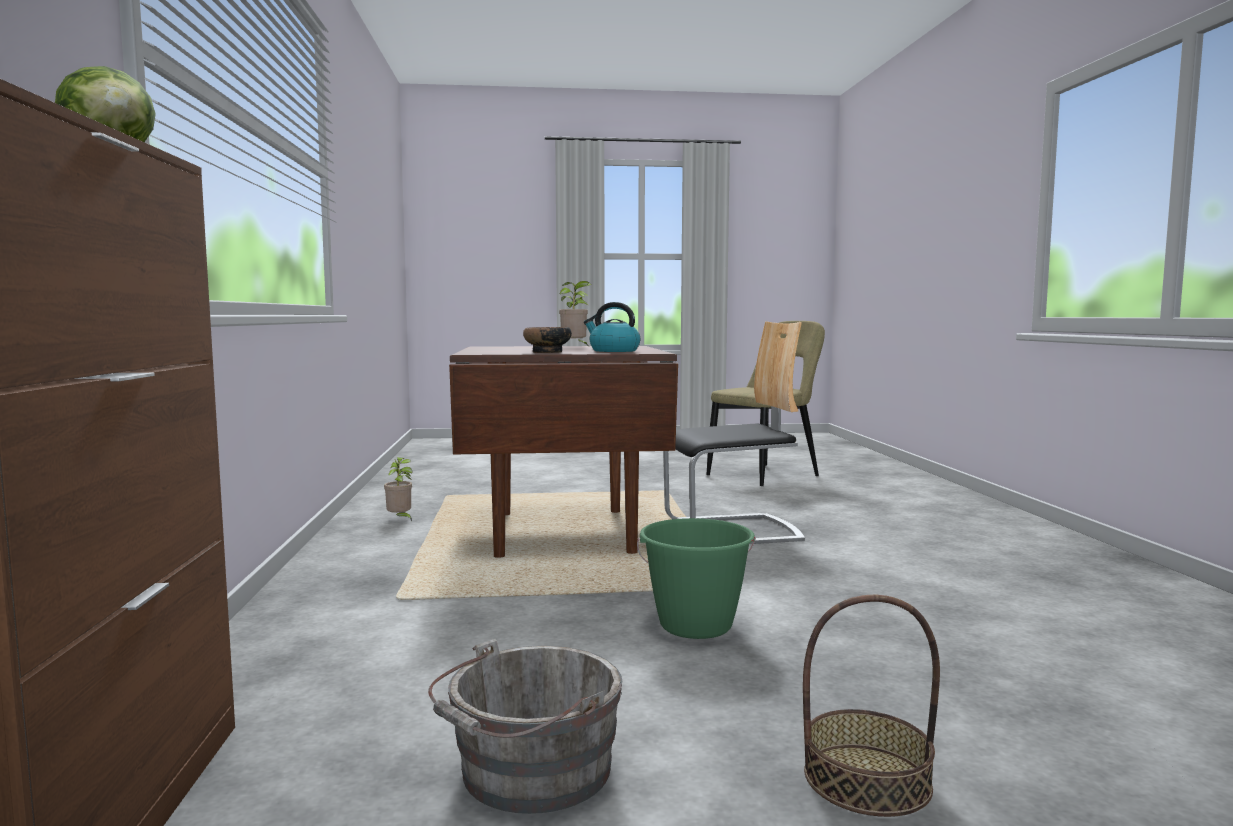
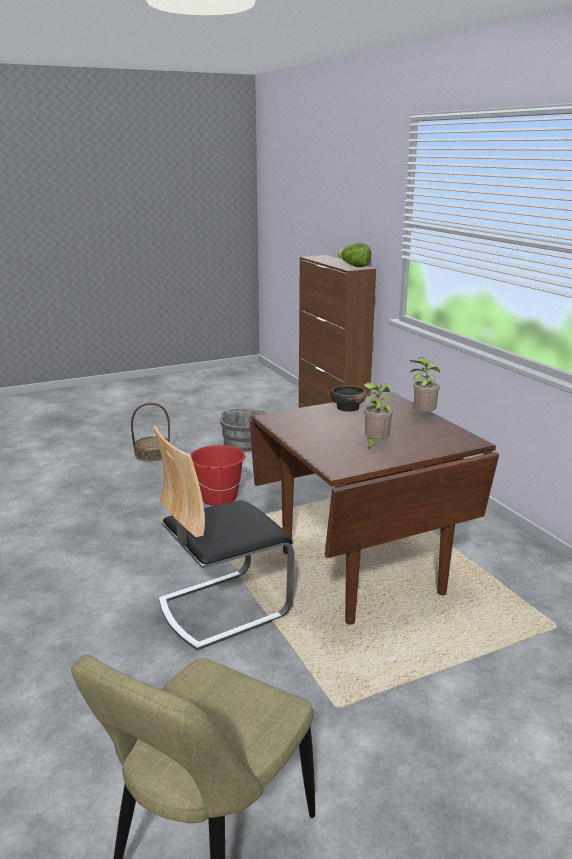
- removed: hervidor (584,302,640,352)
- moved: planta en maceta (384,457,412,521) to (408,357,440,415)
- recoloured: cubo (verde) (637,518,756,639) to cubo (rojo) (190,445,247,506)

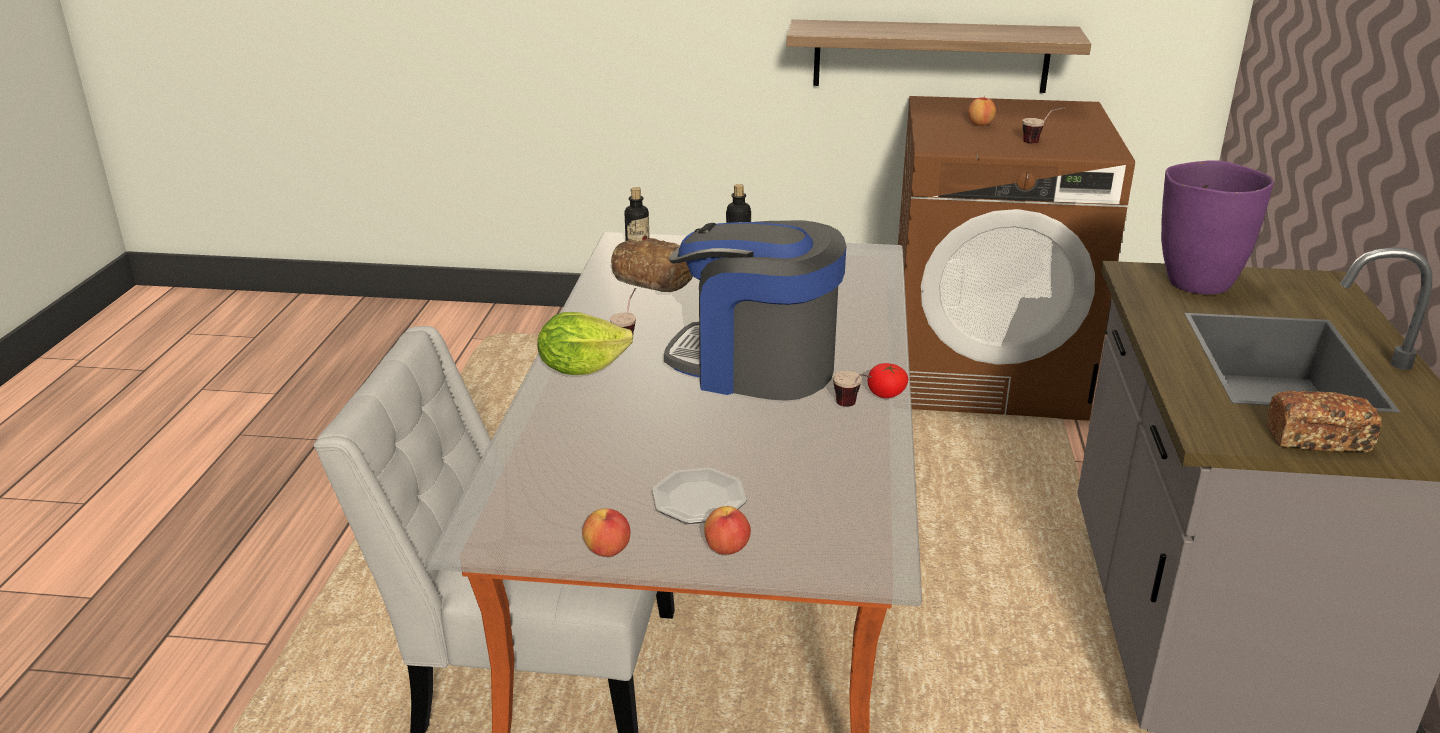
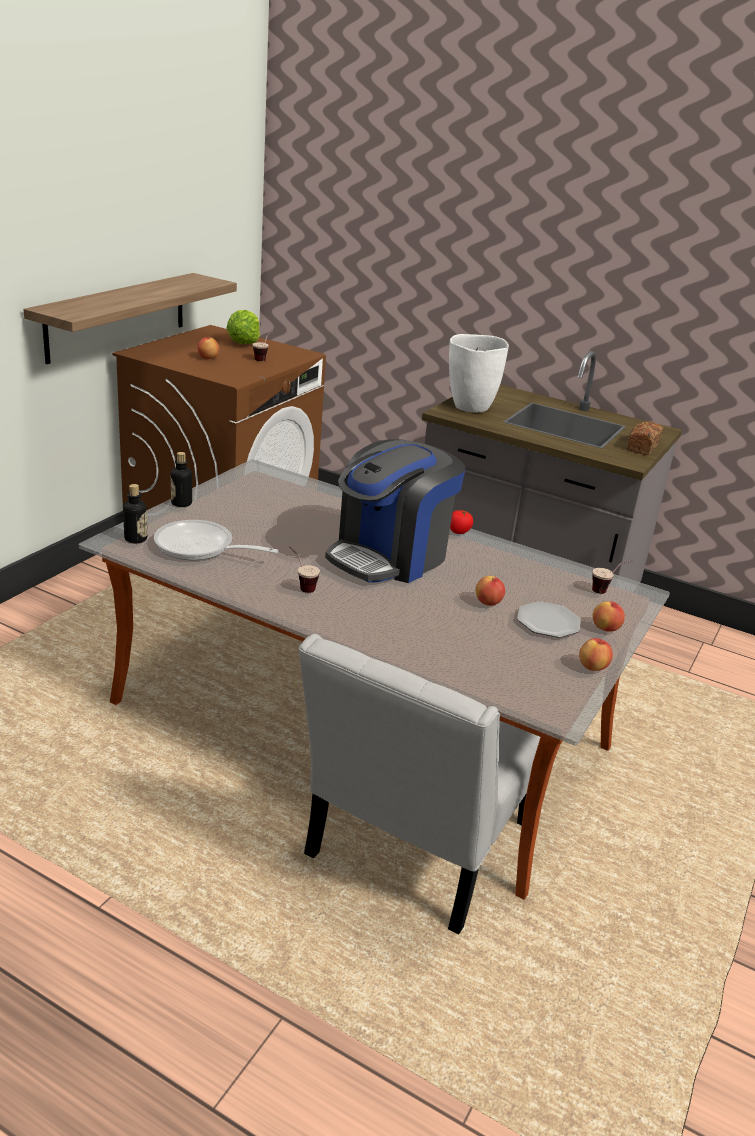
- added: manzana (476,576,505,606)
- moved: lechuga (537,312,633,375) to (226,310,260,344)
- moved: taza (833,371,872,407) to (592,560,633,594)
- replaced: pan (611,238,693,292) to sartén (154,520,278,560)
- recoloured: florero (morado) (1161,160,1274,295) to florero (blanco) (449,334,509,412)

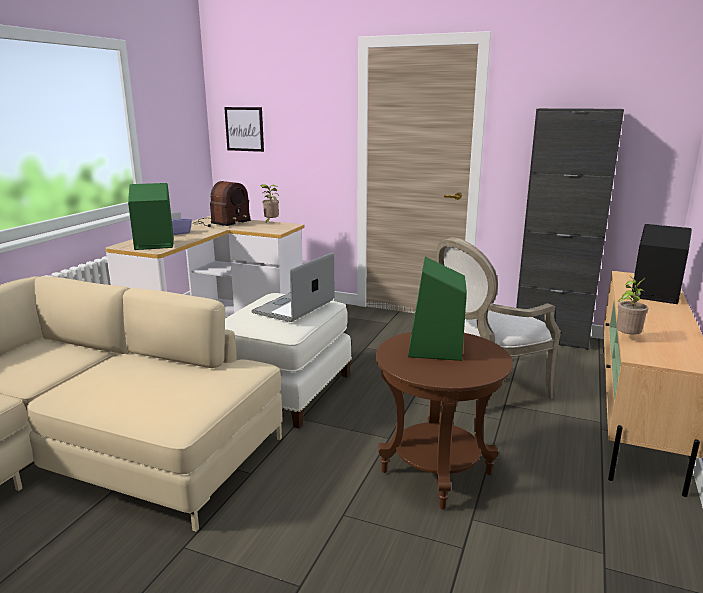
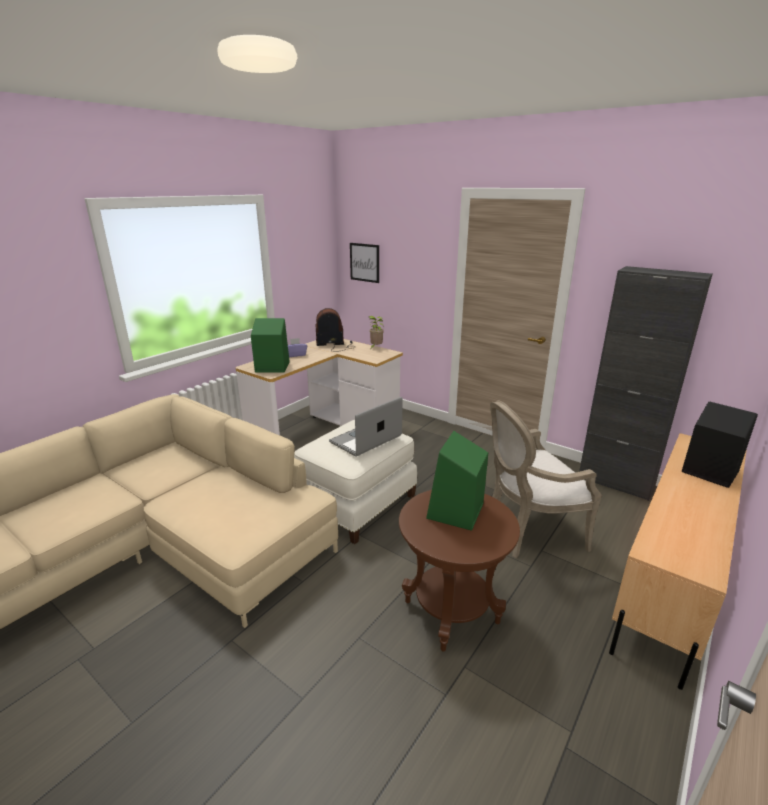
- removed: planta en maceta (616,276,648,334)
- turned: radio (192,181,251,227) = (315,308,355,352) 150 degrees counterclockwise

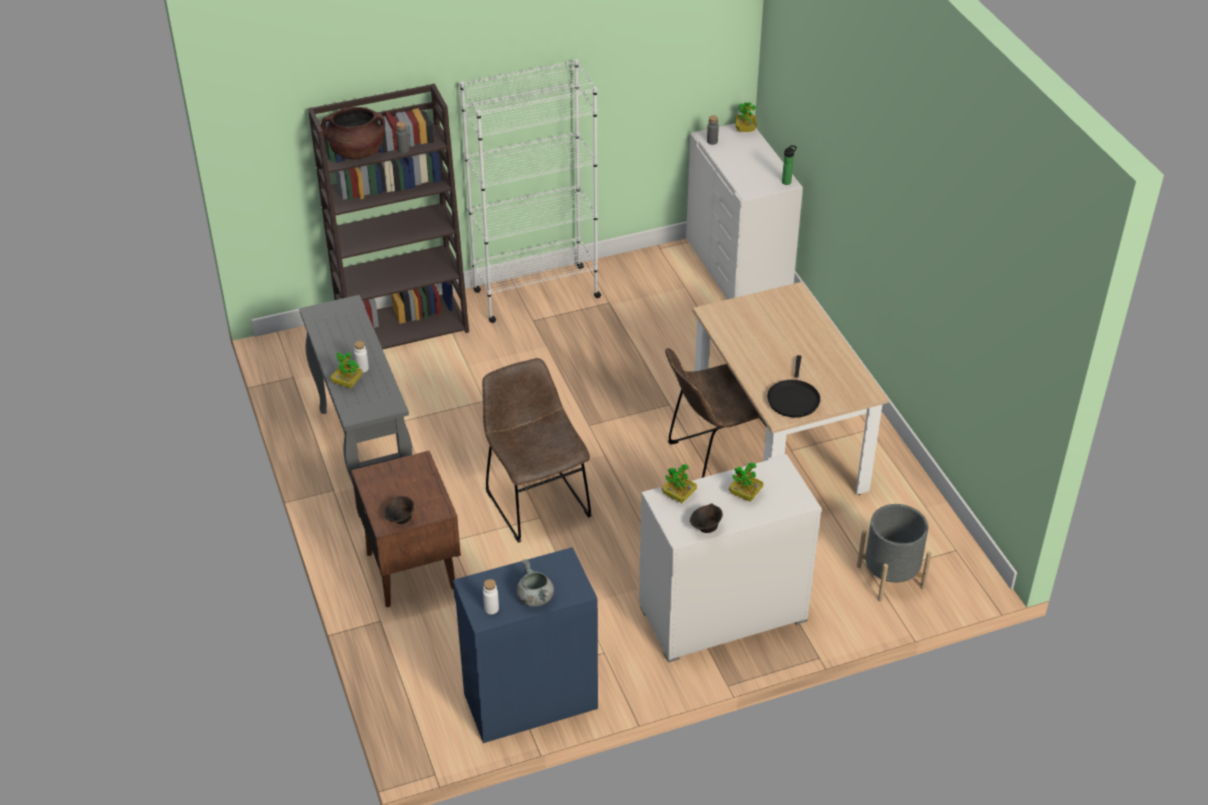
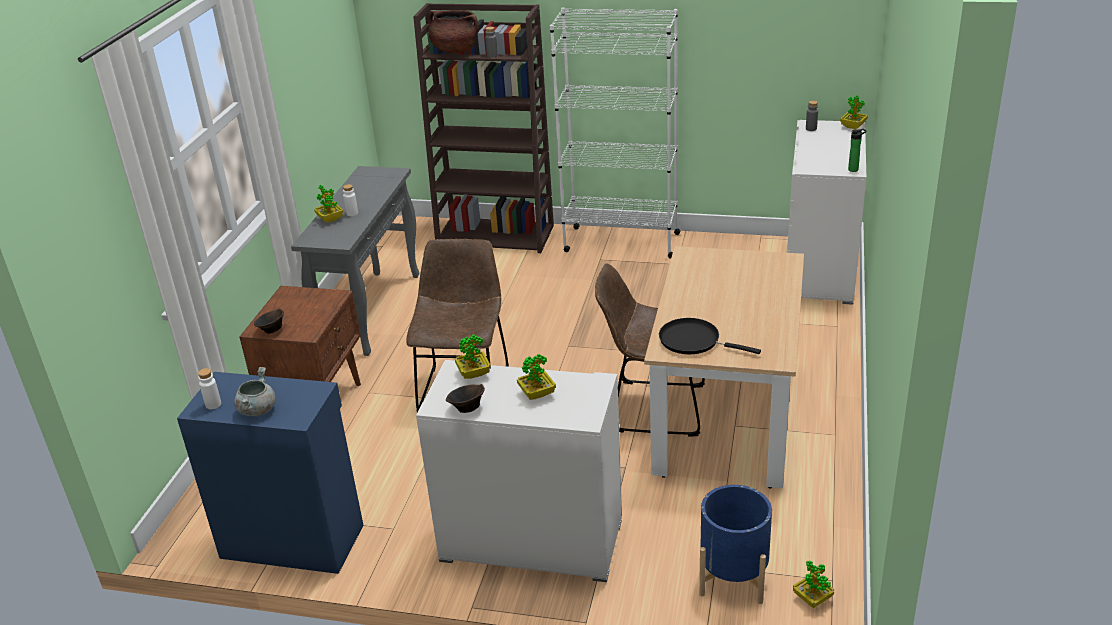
- added: planta en maceta (793,560,834,608)
- recoloured: maceta (gris) (857,504,932,602) to maceta (azul) (699,485,772,604)
- turned: sartén (negro) (767,355,820,418) = (659,318,761,354) 75 degrees clockwise

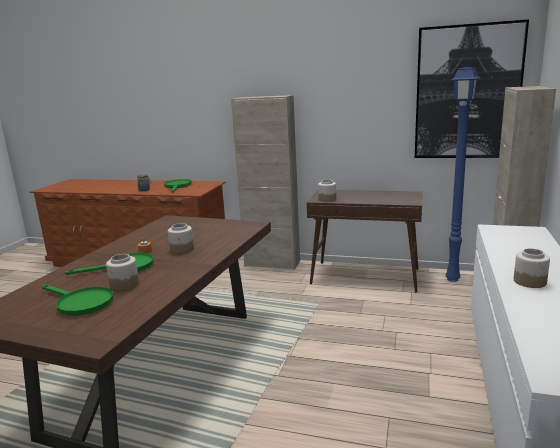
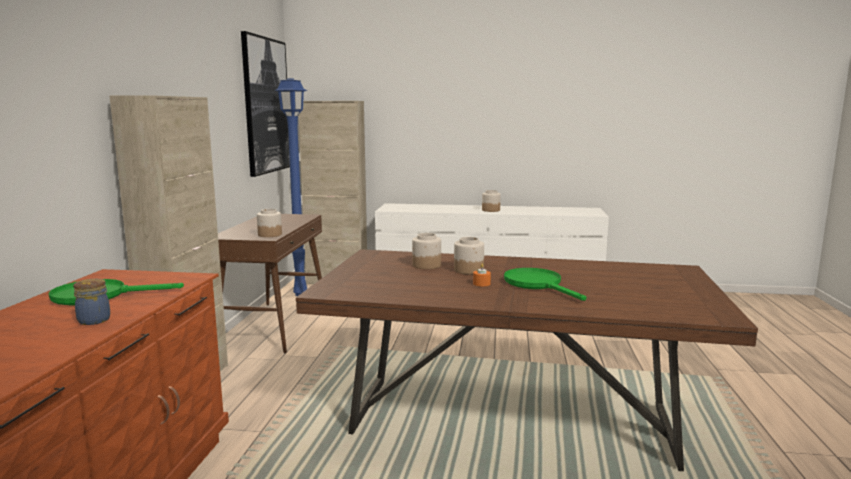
- removed: sartén (verde) (42,285,114,316)
- moved: tarro (106,254,139,291) to (412,233,441,269)

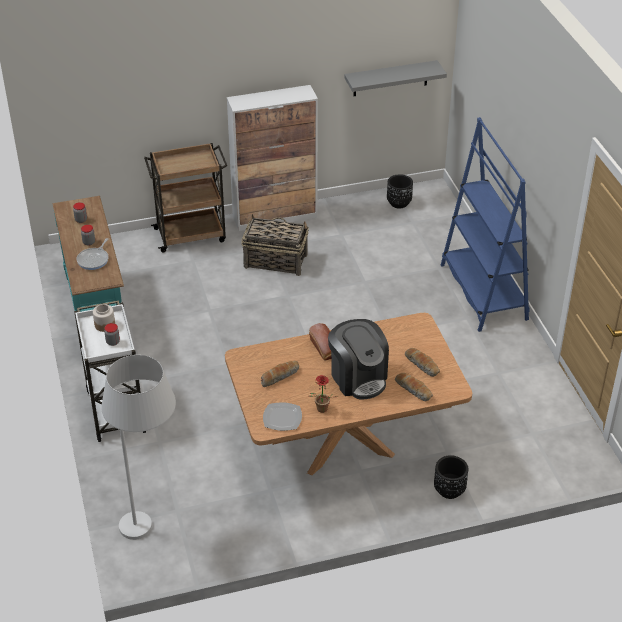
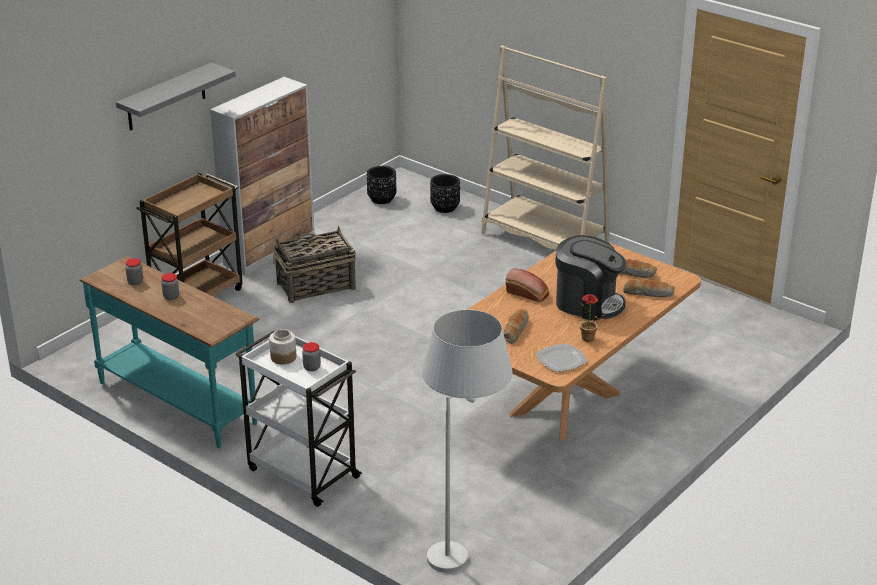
- removed: sartén (77,238,109,270)
- moved: estante (gris) (344,60,447,96) to (116,63,236,131)
- moved: maceta (negro) (434,455,468,499) to (430,174,460,213)
- recoloured: estantería (azul) (441,117,530,332) to estantería (beis) (481,45,610,250)

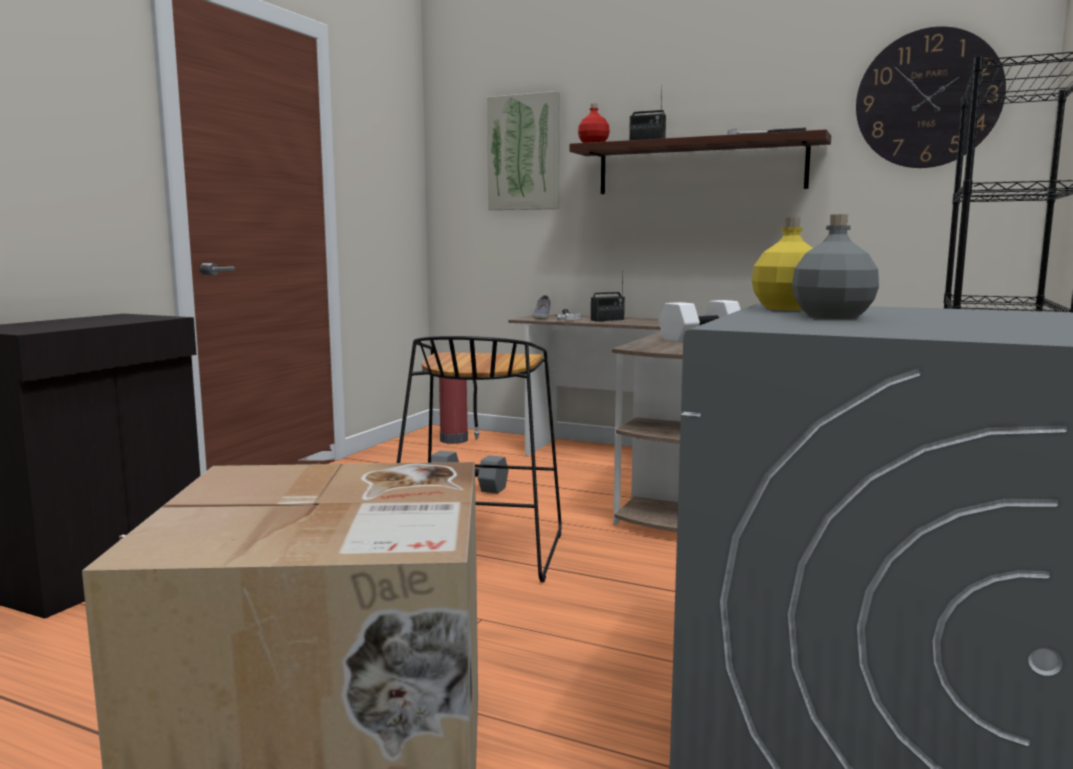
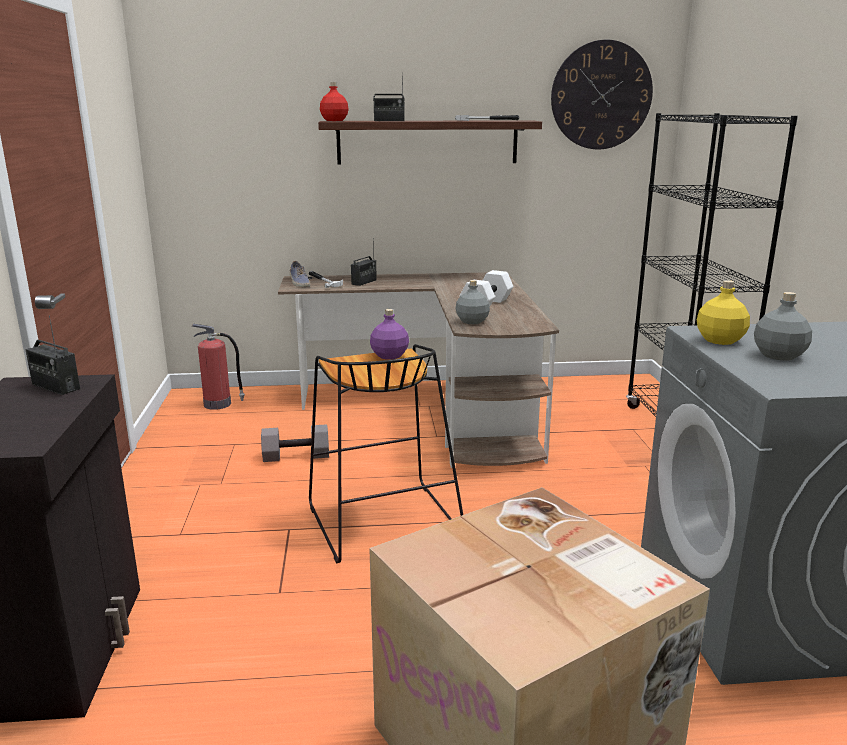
- removed: cuadro (487,91,560,210)
- added: radio (26,315,80,395)
- added: botella (morado) (370,309,409,360)
- added: botella (gris) (455,280,490,324)

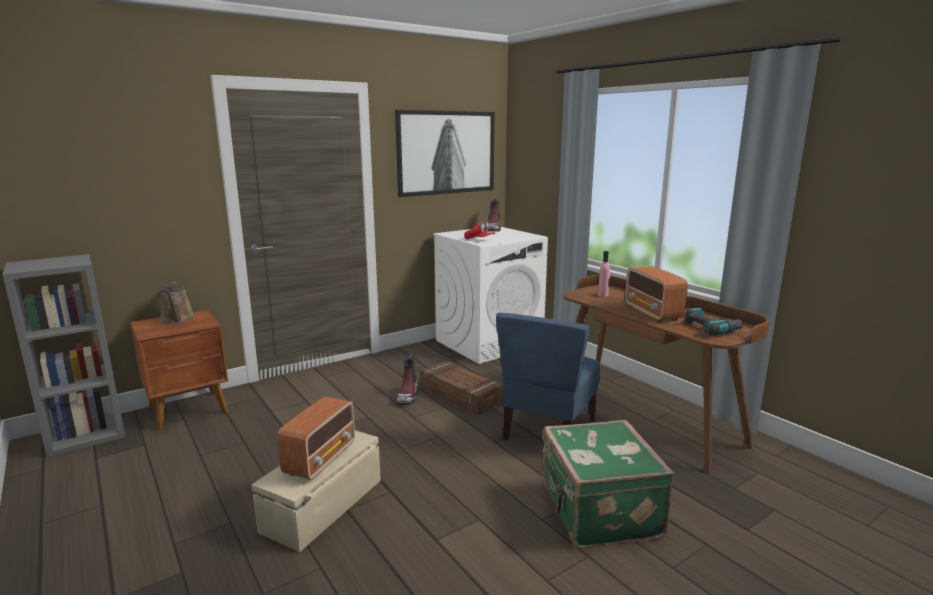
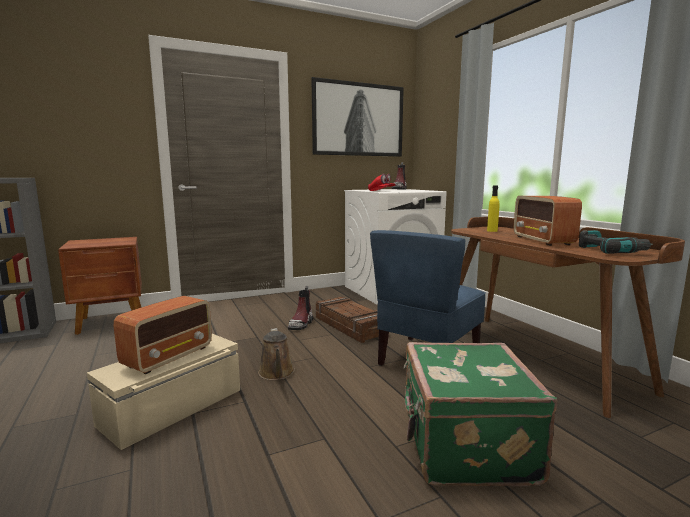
- moved: regadera (marrón) (160,282,195,324) to (258,328,295,380)
- recoloured: botella (rosa) (598,251,610,297) to botella (amarillo) (487,185,499,232)

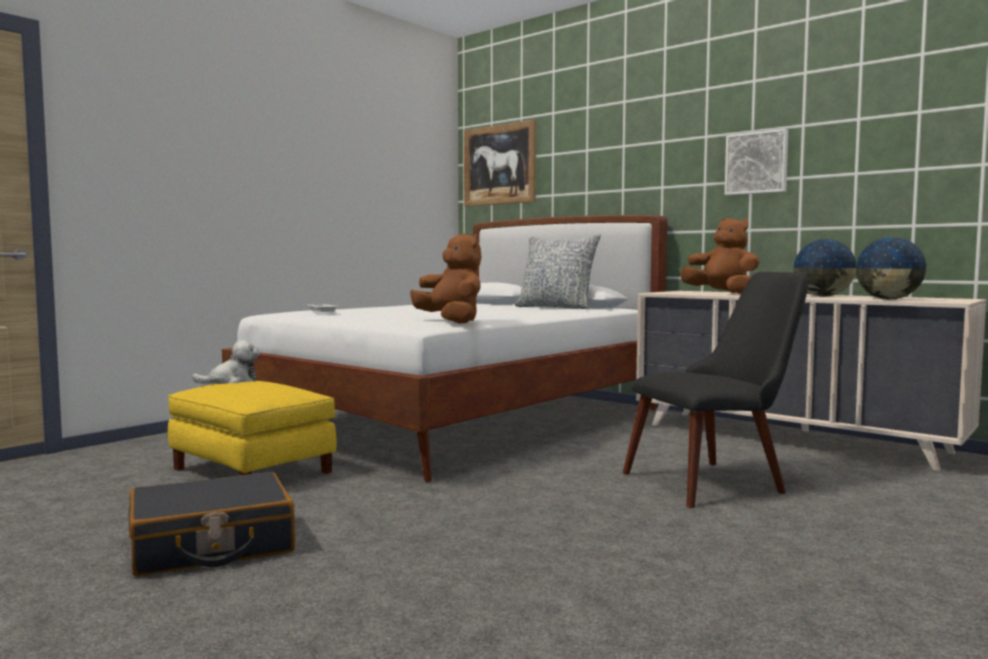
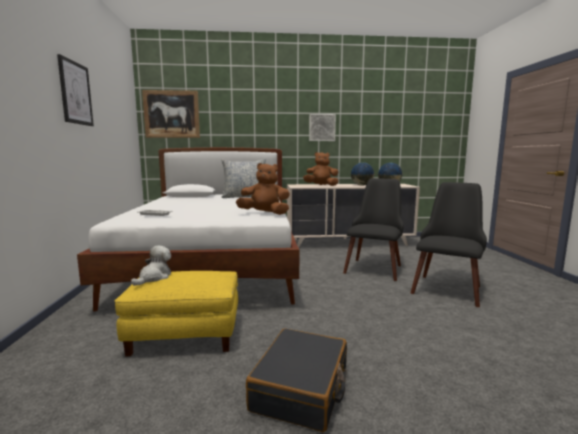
- added: cuadro (57,54,94,126)
- added: silla (negro) (411,182,487,307)

